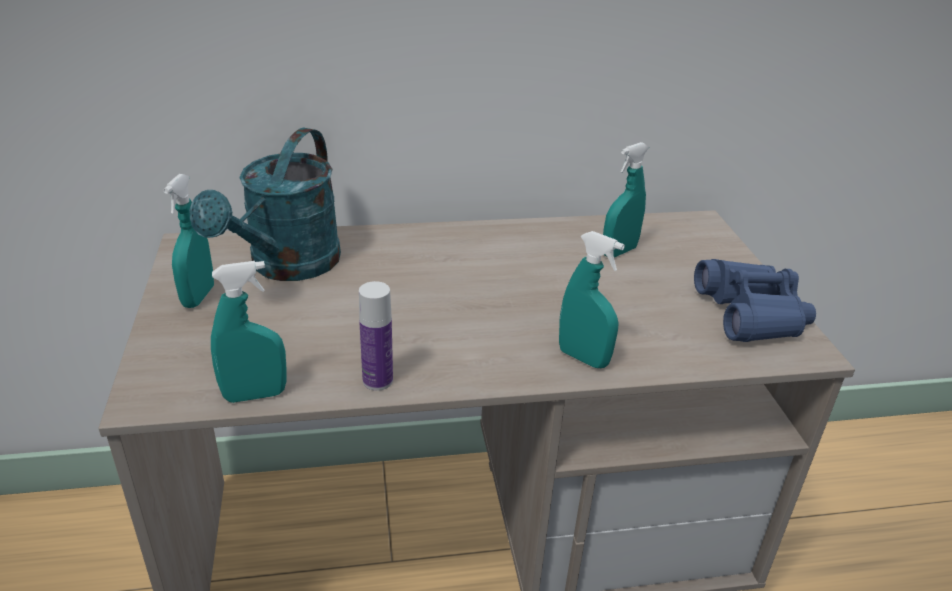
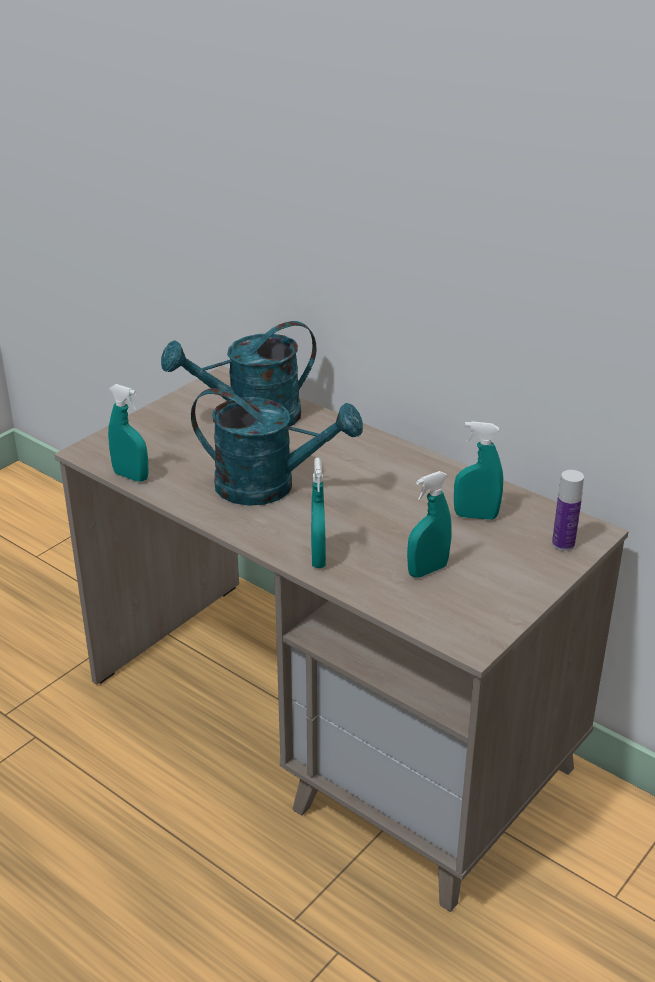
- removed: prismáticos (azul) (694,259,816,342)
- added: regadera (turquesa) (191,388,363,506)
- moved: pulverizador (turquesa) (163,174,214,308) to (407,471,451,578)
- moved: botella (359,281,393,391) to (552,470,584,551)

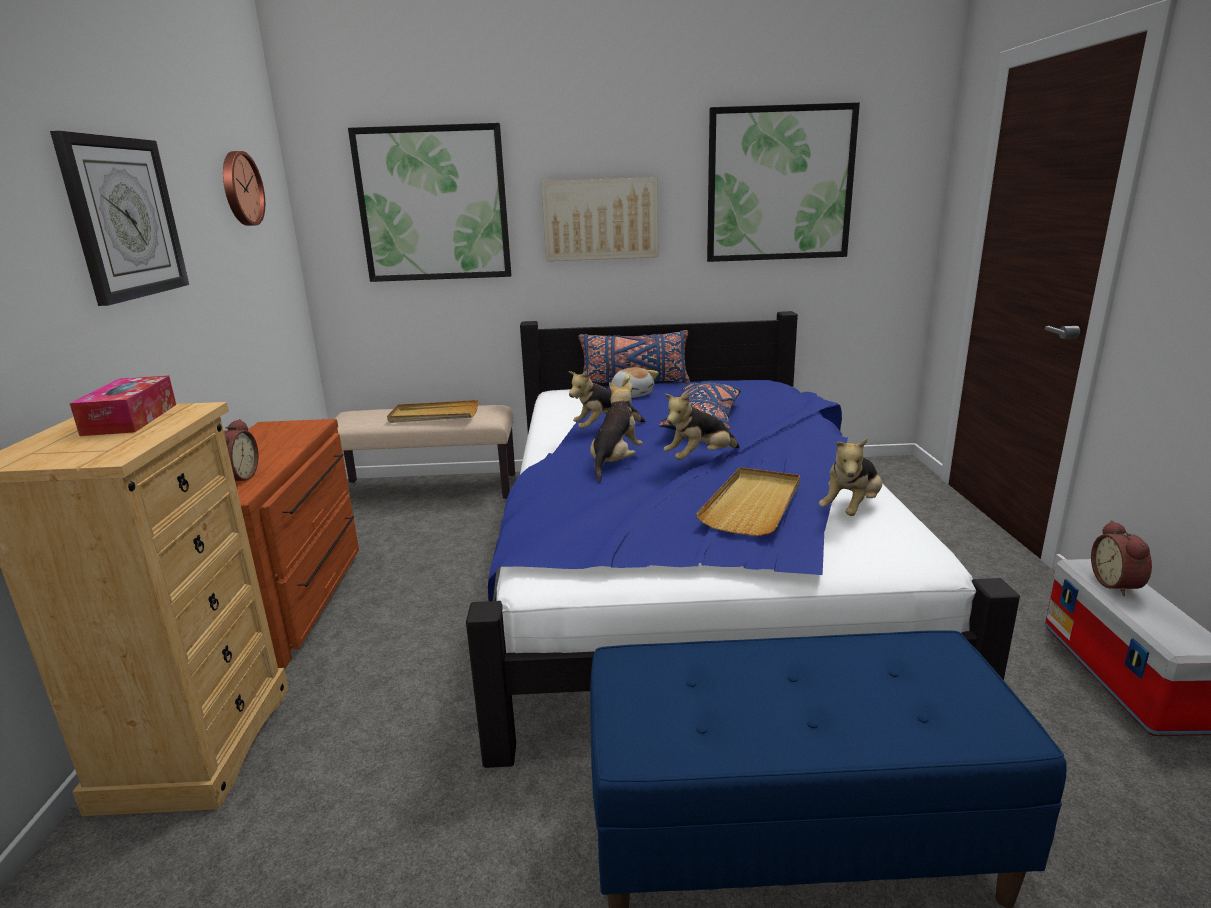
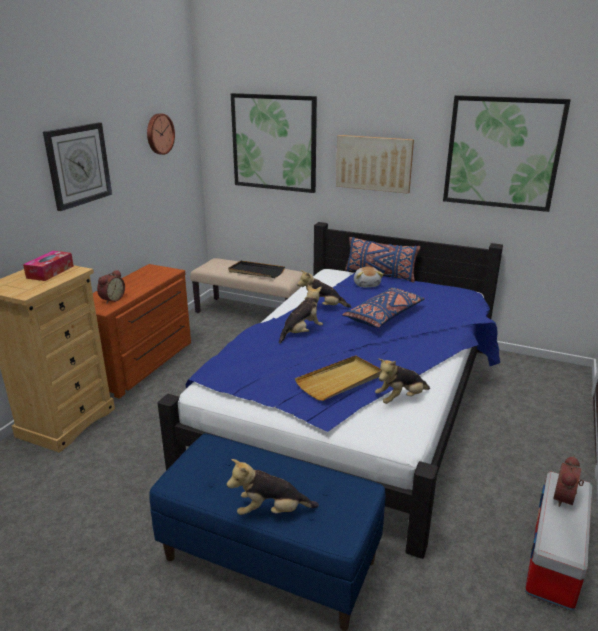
- moved: peluche (664,393,740,460) to (227,459,319,515)
- recoloured: bandeja (beis) (387,400,478,423) to bandeja (negro) (228,261,285,278)

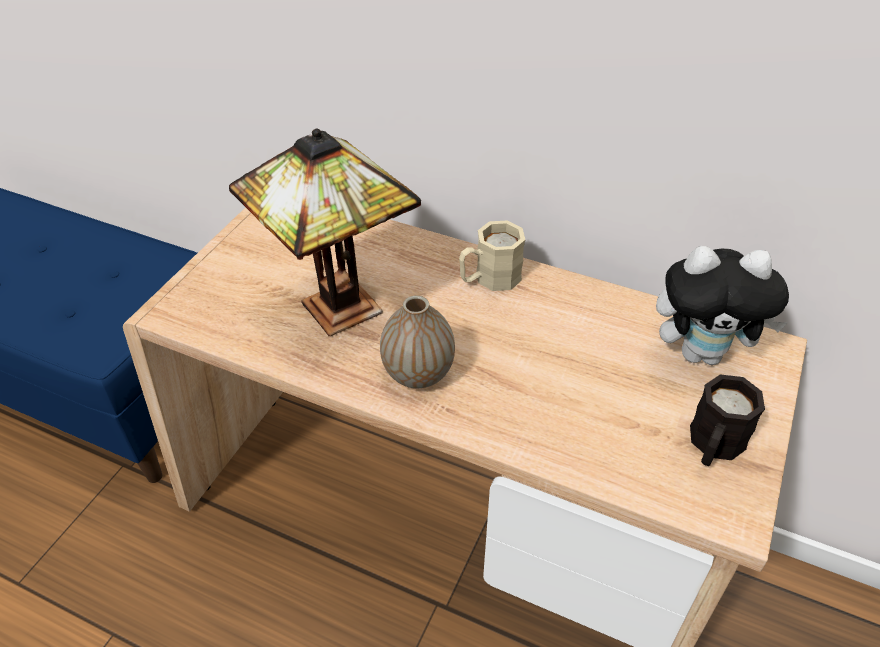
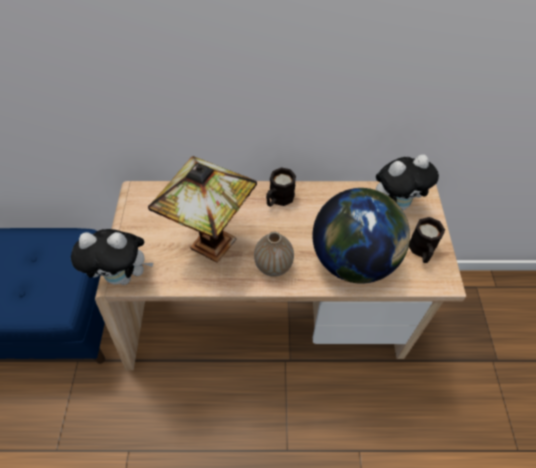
- added: peluche (71,229,153,285)
- added: globo terráqueo (312,188,410,284)
- recoloured: taza grande (beis) (459,220,525,291) to taza grande (negro) (266,167,296,207)

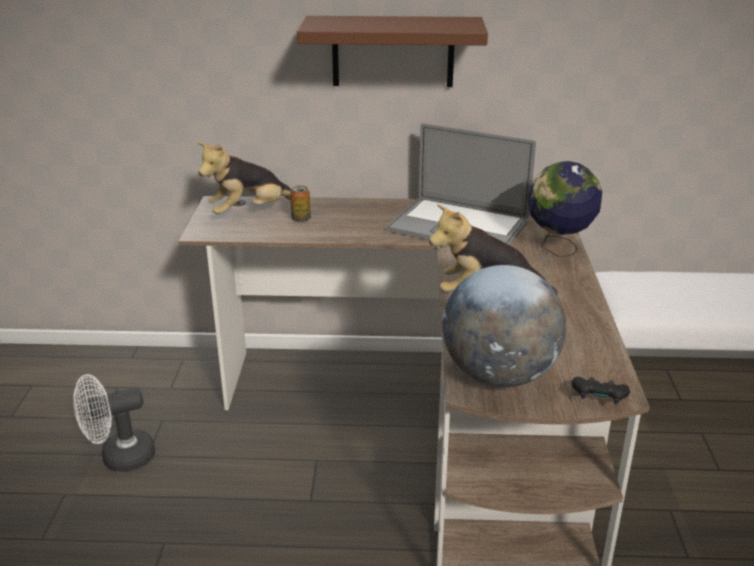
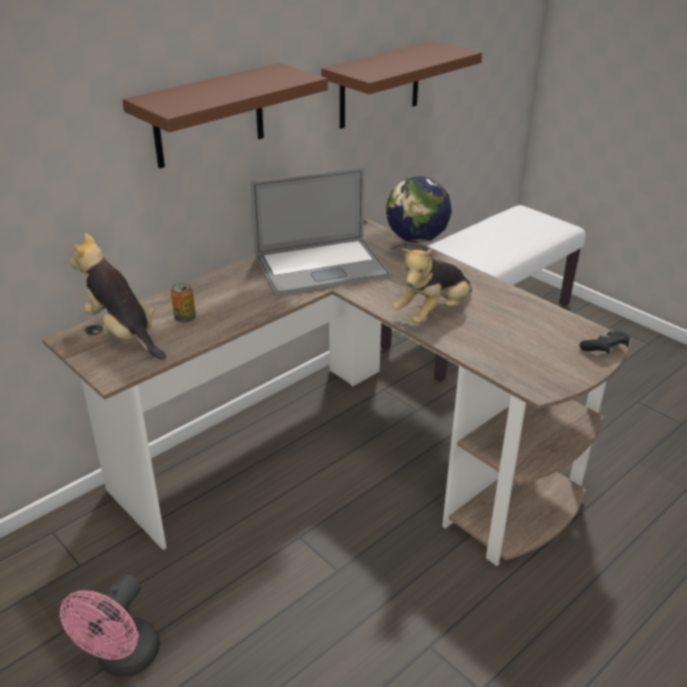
- removed: globo terráqueo (442,265,566,387)
- added: estante (marrón) (321,41,482,129)
- recoloured: ventilador (blanco) (73,374,155,472) to ventilador (rosa) (60,574,160,677)
- turned: peluche (197,142,291,214) = (70,233,166,360) 120 degrees clockwise

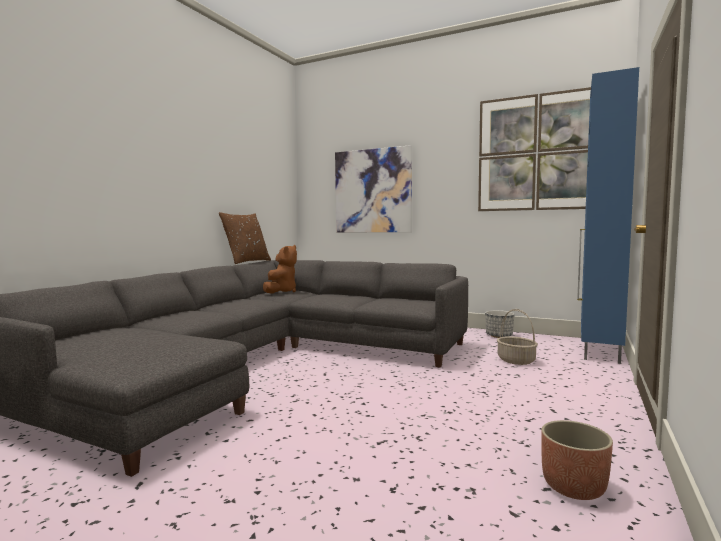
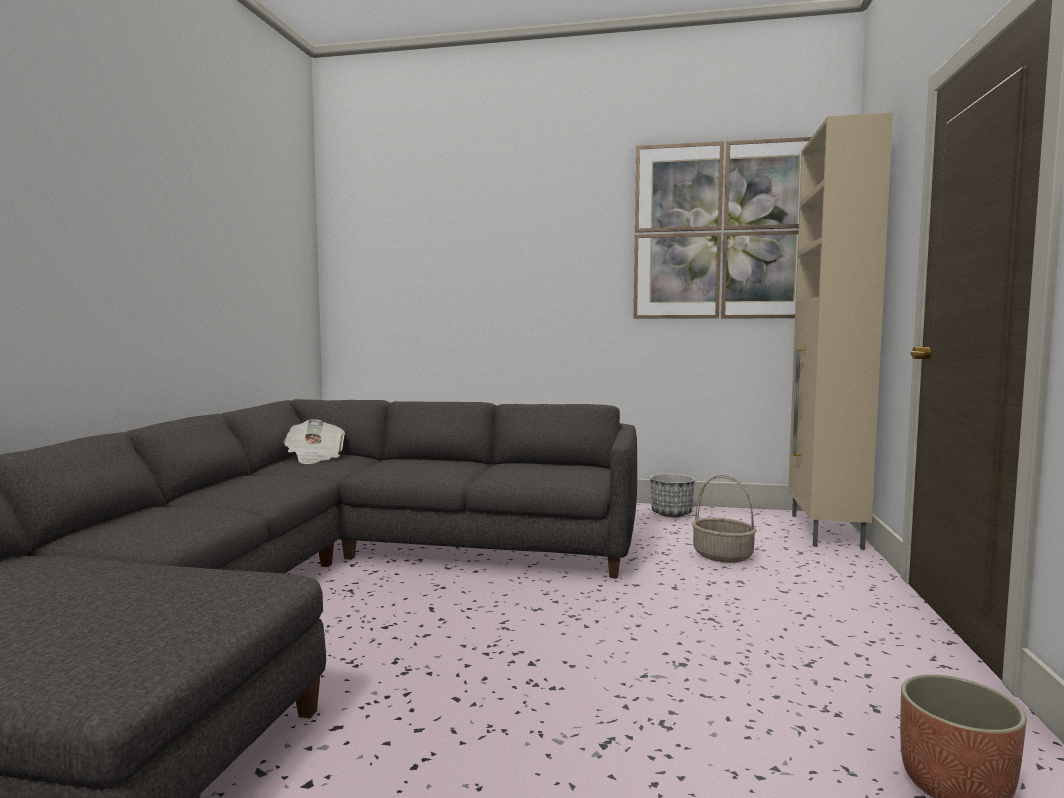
- removed: cojín (marrón) (219,212,271,264)
- removed: cuadro (335,145,412,232)
- replaced: peluche (marrón) (263,245,297,294) to periódico (283,419,345,464)
- recoloured: armario (azul) (577,67,639,364) to armario (beis) (788,113,893,550)

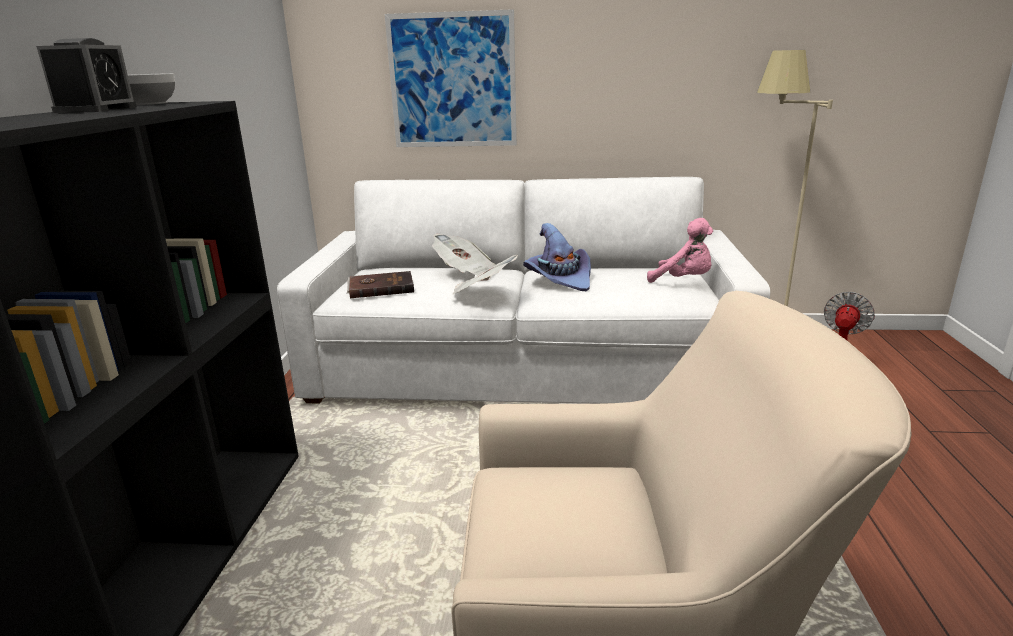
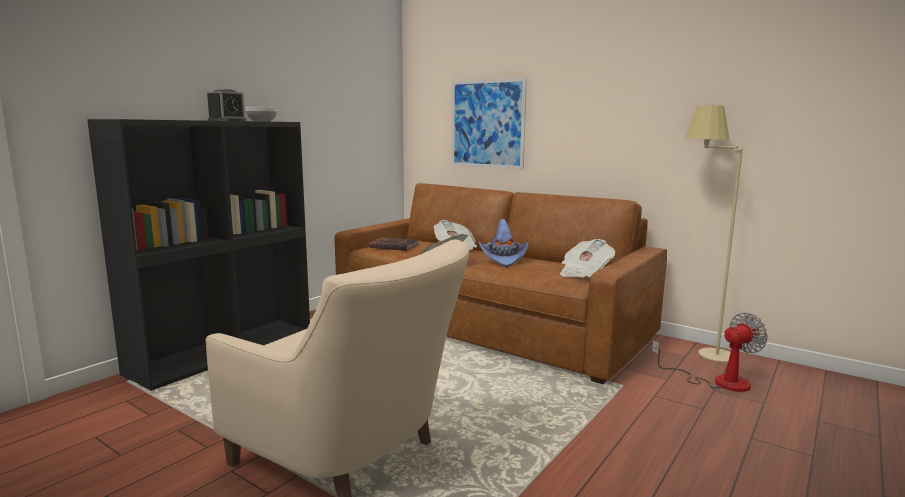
- replaced: peluche (rosa) (647,218,713,283) to periódico (560,239,615,278)
- recoloured: sofá (blanco) (277,177,770,404) to sofá (marrón) (334,183,667,384)

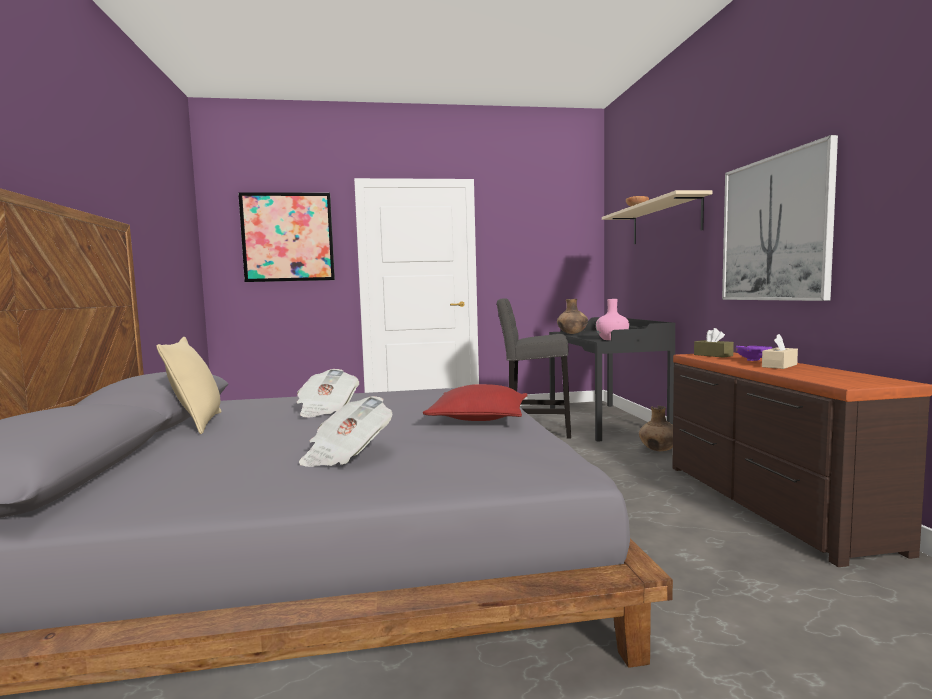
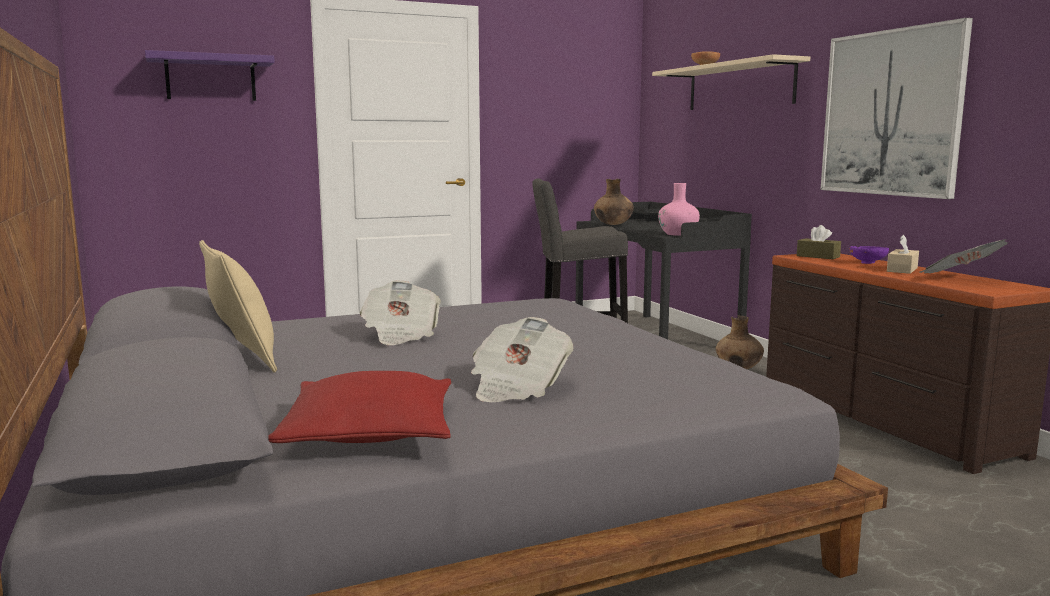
- added: periódico (920,239,1008,273)
- moved: cojín (rojo) (423,384,528,421) to (268,371,451,443)
- replaced: cuadro (238,192,335,282) to estante (morado) (145,50,275,101)

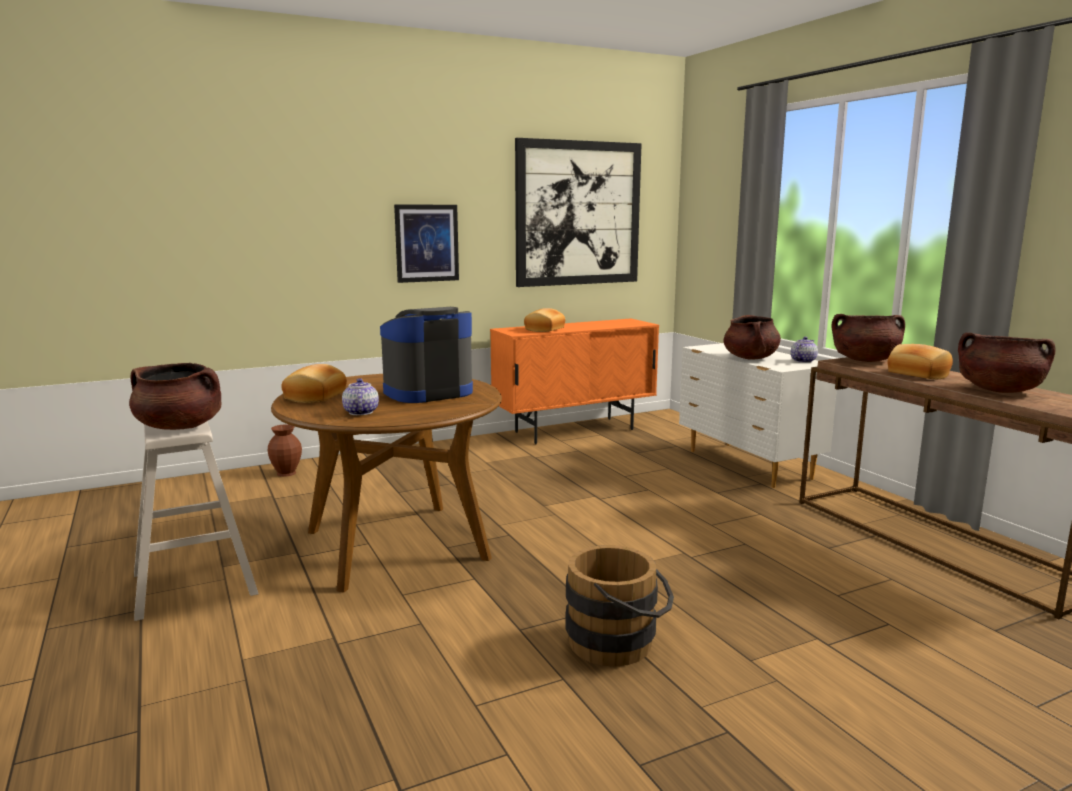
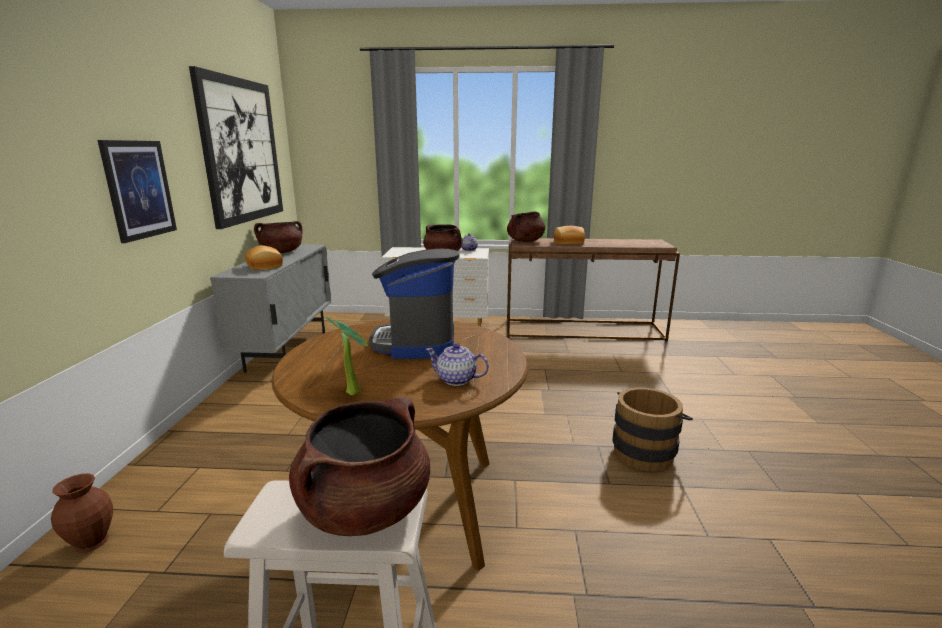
- moved: olla (marrón) (958,332,1056,393) to (254,221,302,253)
- replaced: pan (282,364,347,403) to planta en maceta (326,316,368,395)
- recoloured: armario (naranja) (490,319,659,444) to armario (gris) (210,244,331,373)

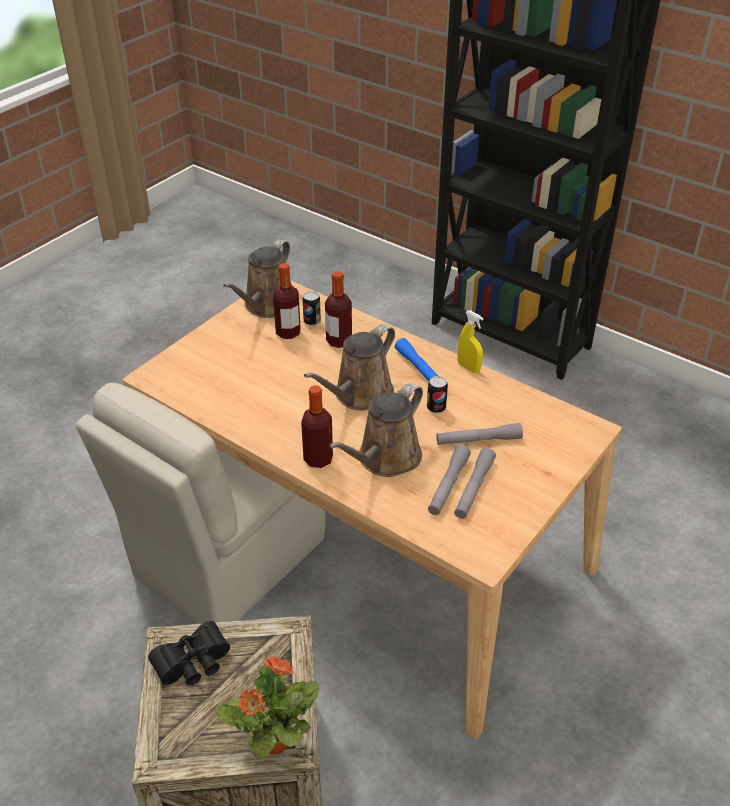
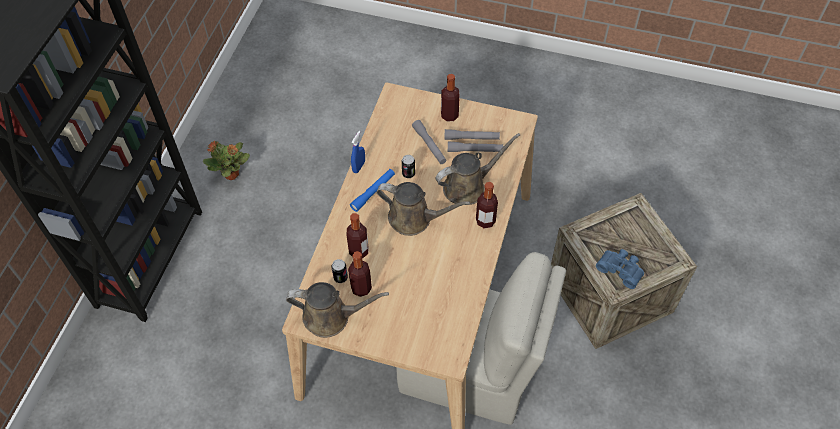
- added: botella (441,74,460,122)
- moved: planta en maceta (215,657,319,759) to (203,140,250,180)
- recoloured: prismáticos (negro) (148,621,230,686) to prismáticos (azul) (596,249,644,289)
- recoloured: pulverizador (amarillo) (458,310,484,373) to pulverizador (azul) (351,131,365,173)
- turned: regadera (marrón) (329,383,423,477) = (436,133,520,205) 45 degrees counterclockwise

